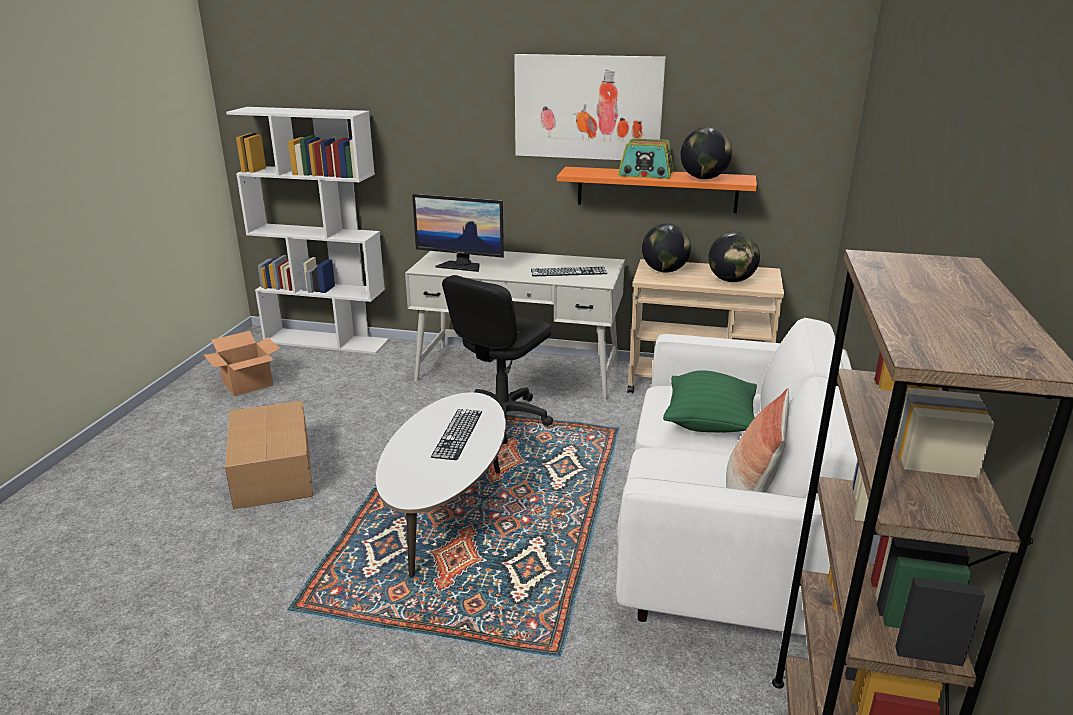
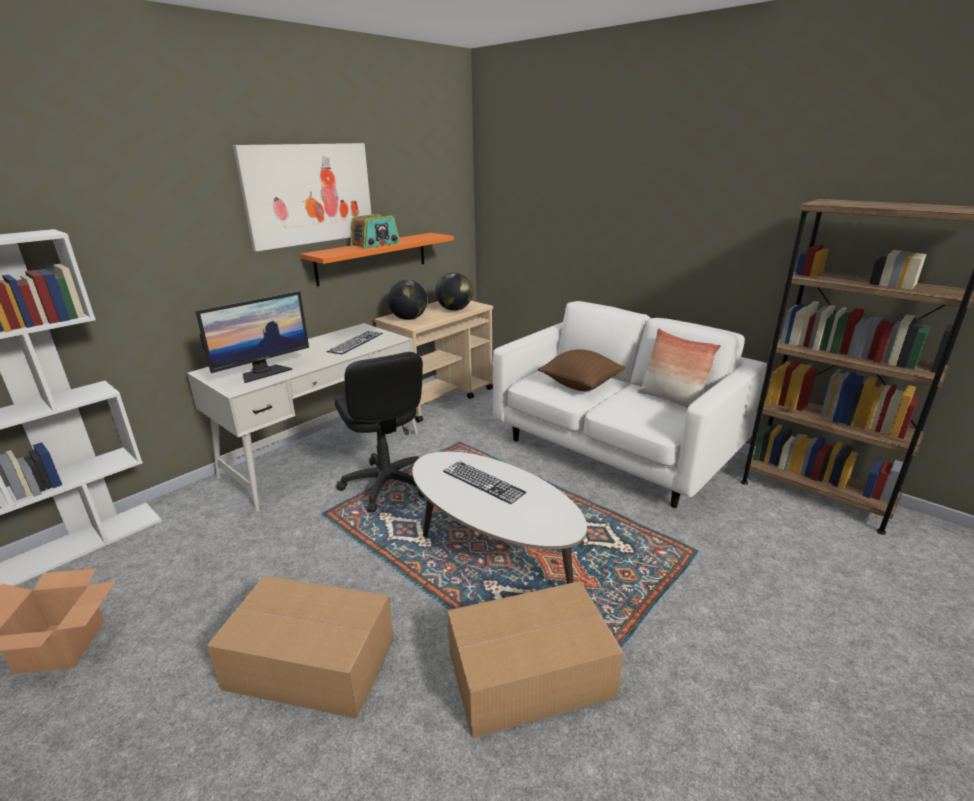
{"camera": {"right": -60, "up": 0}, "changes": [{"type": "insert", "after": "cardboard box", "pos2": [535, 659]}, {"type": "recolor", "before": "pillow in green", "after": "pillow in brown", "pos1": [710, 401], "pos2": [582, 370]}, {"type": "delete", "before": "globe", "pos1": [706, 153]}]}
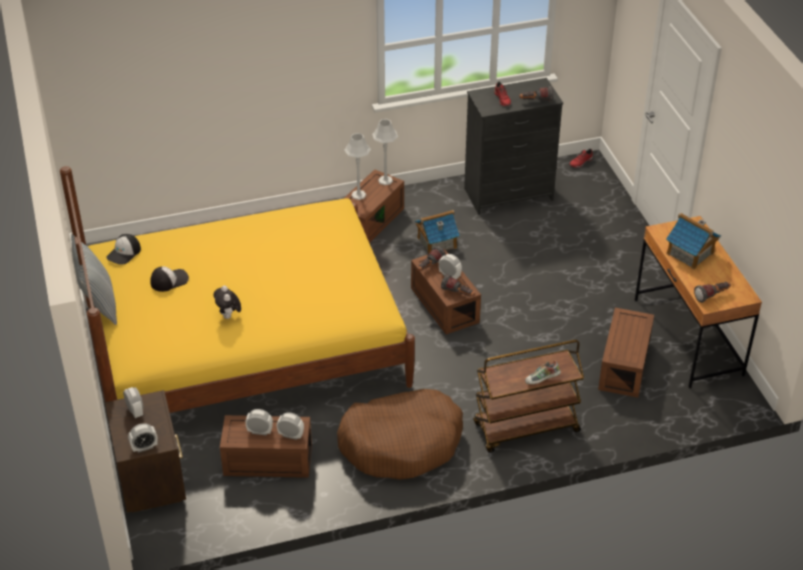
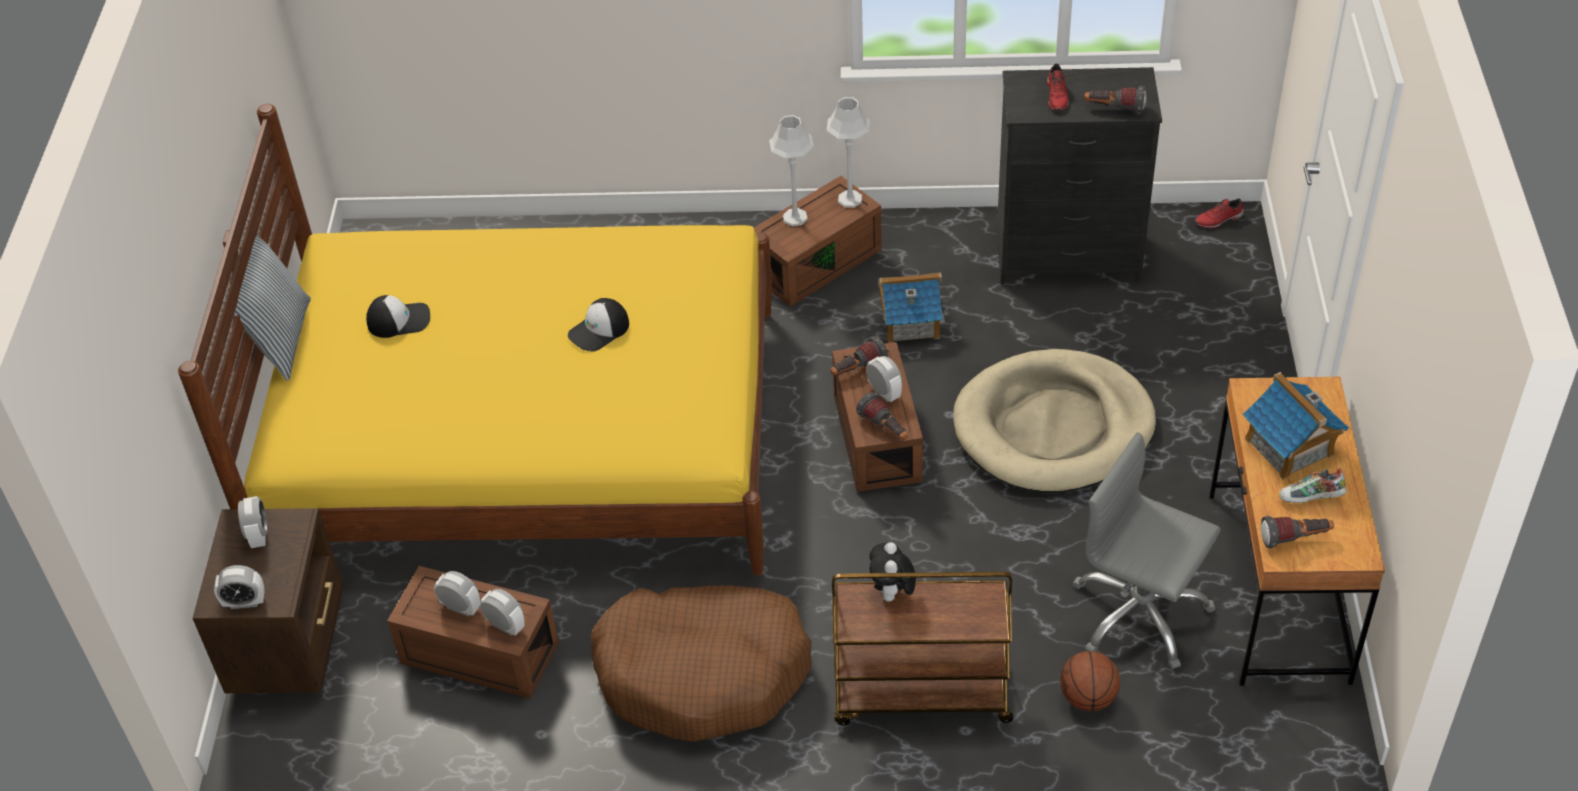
{"camera": {"right": 20, "up": 5}, "changes": [{"type": "move", "before": "cap", "pos1": [123, 249], "pos2": [598, 324]}, {"type": "move", "before": "plush toy", "pos1": [227, 302], "pos2": [892, 572]}, {"type": "insert", "after": "dog bed in beige", "pos2": [1054, 421]}, {"type": "insert", "after": "basketball", "pos2": [1090, 681]}, {"type": "replace", "before": "storage box in brown", "after": "office chair in grey", "pos1": [626, 353], "pos2": [1146, 550]}, {"type": "move", "before": "shoe", "pos1": [543, 372], "pos2": [1313, 485]}]}
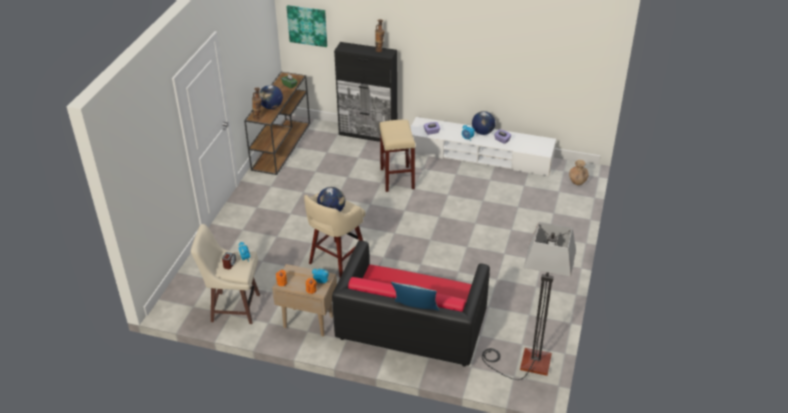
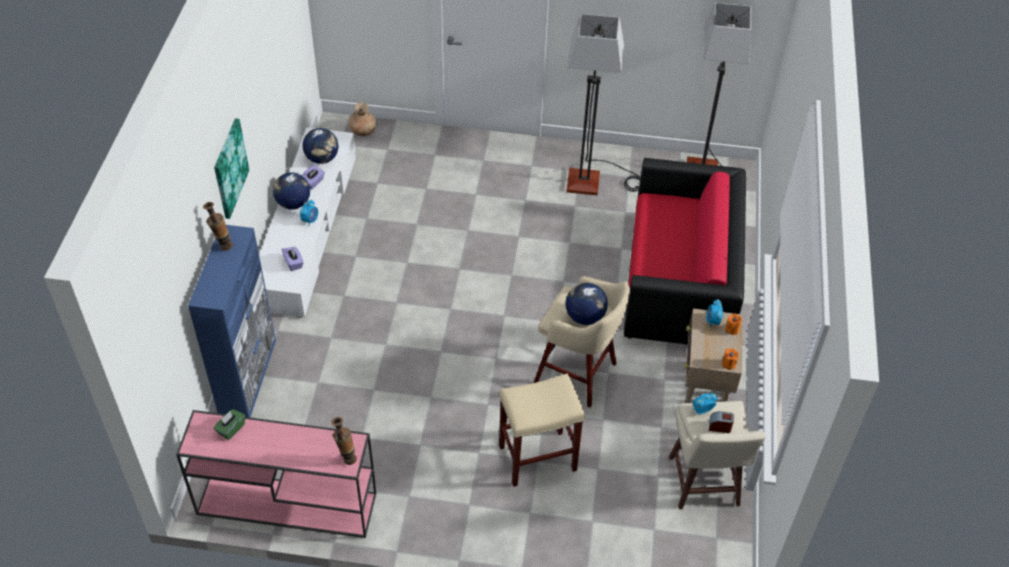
{"camera": {"right": -100, "up": 10}, "changes": [{"type": "recolor", "before": "console table in brown", "after": "console table in pink", "pos1": [277, 123], "pos2": [276, 474]}, {"type": "recolor", "before": "cabinet in black", "after": "cabinet in blue", "pos1": [365, 92], "pos2": [232, 321]}, {"type": "move", "before": "picture", "pos1": [307, 26], "pos2": [231, 169]}, {"type": "move", "before": "globe", "pos1": [271, 97], "pos2": [320, 146]}, {"type": "move", "before": "stool in beige", "pos1": [397, 156], "pos2": [542, 430]}, {"type": "insert", "after": "floor lamp", "pos2": [603, 104]}, {"type": "delete", "before": "pillow", "pos1": [415, 296]}]}
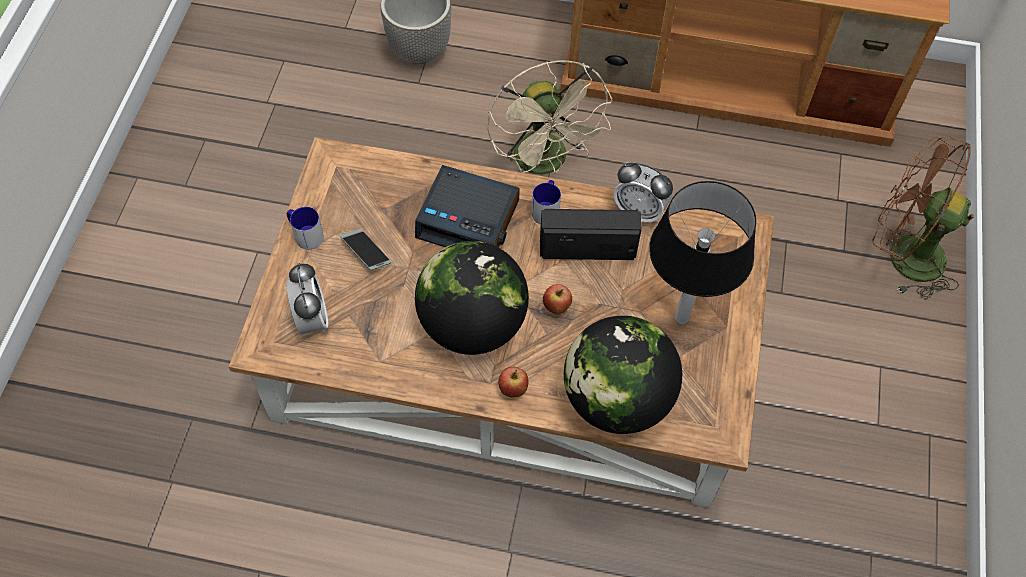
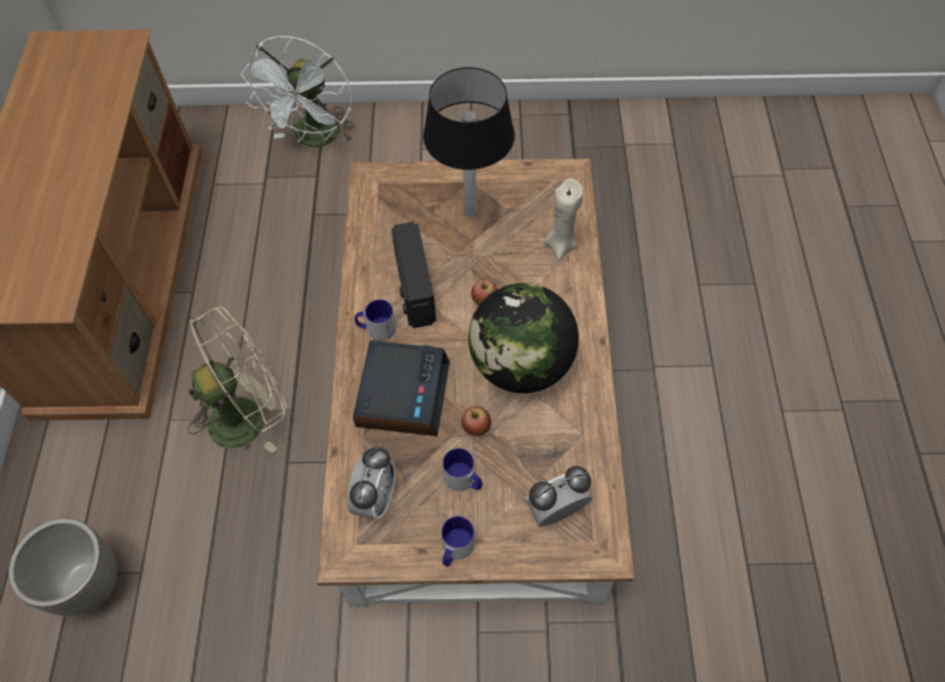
{"camera": {"right": -100, "up": 0}, "changes": [{"type": "recolor", "before": "fan in brown", "after": "fan in white", "pos1": [923, 218], "pos2": [298, 91]}, {"type": "move", "before": "alarm clock", "pos1": [643, 194], "pos2": [371, 483]}, {"type": "replace", "before": "phone", "after": "mug", "pos1": [365, 249], "pos2": [462, 469]}, {"type": "move", "before": "apple", "pos1": [513, 382], "pos2": [476, 421]}, {"type": "replace", "before": "globe", "after": "candle in beige", "pos1": [623, 375], "pos2": [563, 219]}]}
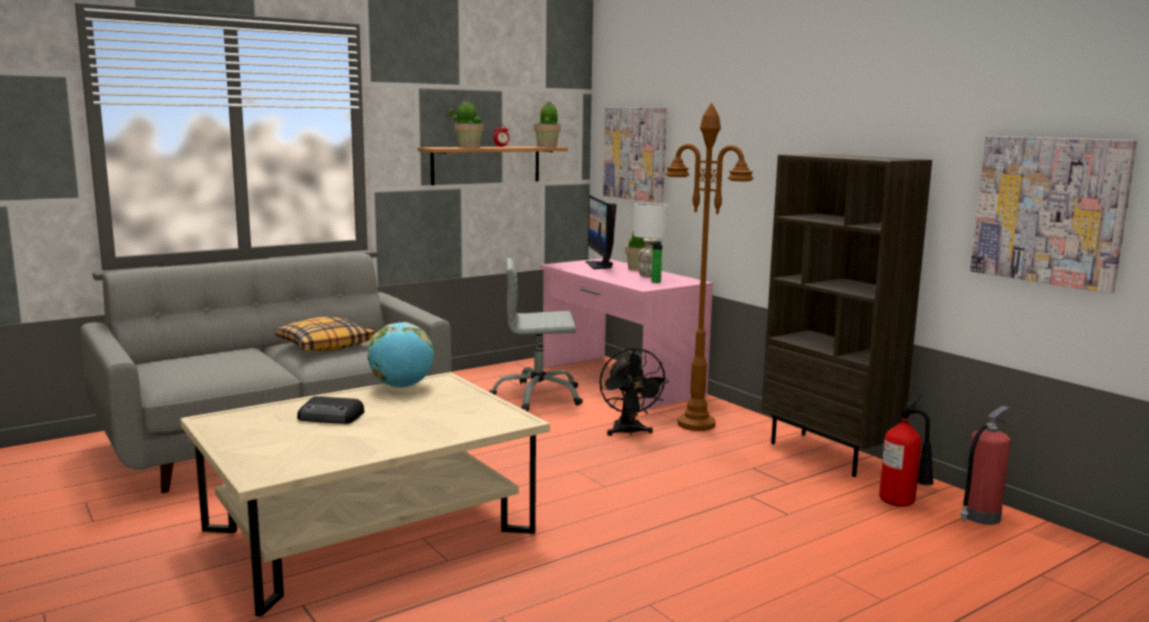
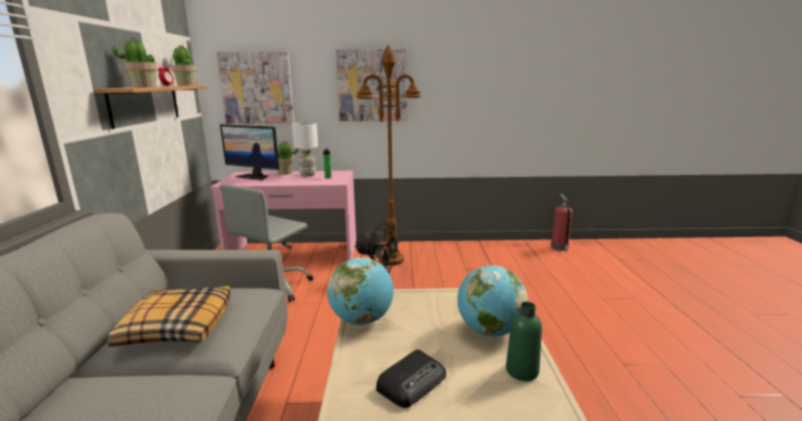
{"camera": {"right": -55, "up": 5}, "changes": [{"type": "move", "before": "picture", "pos1": [1053, 215], "pos2": [371, 85]}, {"type": "insert", "after": "globe", "pos2": [492, 300]}, {"type": "insert", "after": "bottle in green", "pos2": [524, 341]}, {"type": "delete", "before": "bookcase in brown", "pos1": [846, 315]}, {"type": "delete", "before": "fire extinguisher", "pos1": [906, 450]}]}
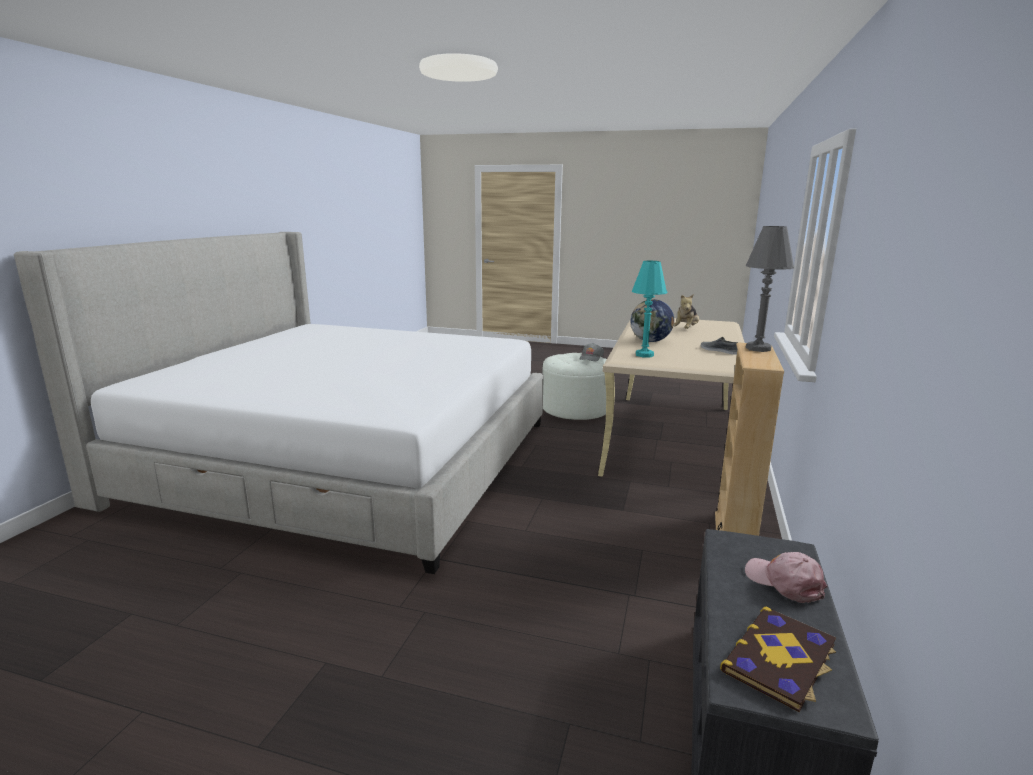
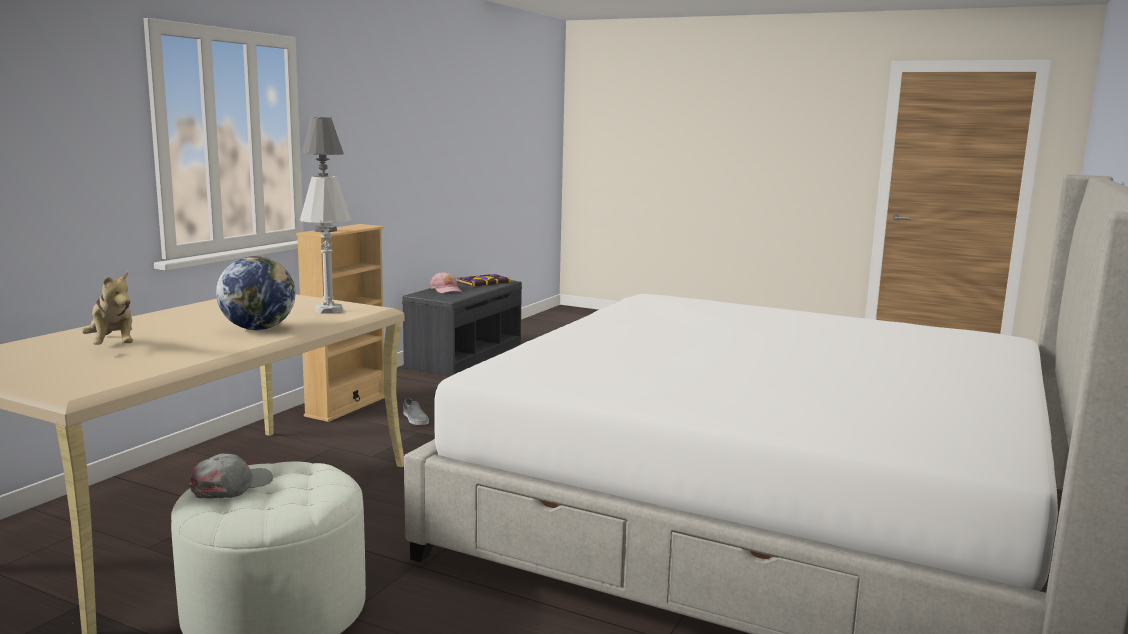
{"camera": {"right": -170, "up": -5}, "changes": [{"type": "rotate", "before": "plush toy", "pos1": [686, 311], "pos2": [107, 308], "turn": 105}, {"type": "recolor", "before": "table lamp in turquoise", "after": "table lamp in white", "pos1": [650, 309], "pos2": [325, 245]}, {"type": "move", "before": "shoe in grey", "pos1": [719, 346], "pos2": [416, 412]}]}
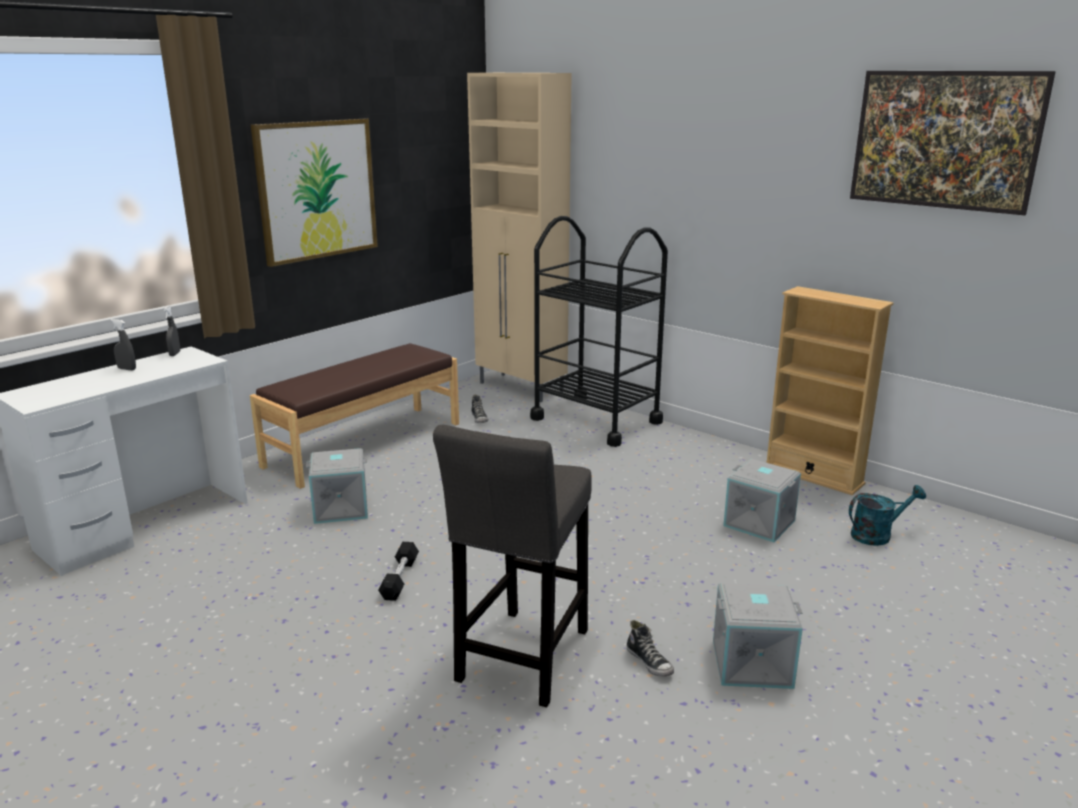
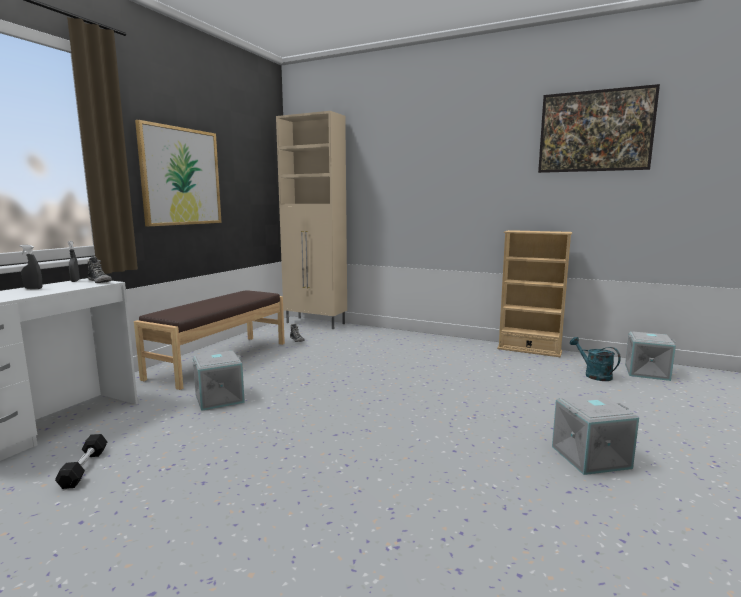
{"camera": {"right": -15, "up": -10}, "changes": [{"type": "move", "before": "dumbbell in black", "pos1": [398, 571], "pos2": [81, 461]}, {"type": "move", "before": "shoe", "pos1": [650, 648], "pos2": [100, 270]}, {"type": "rotate", "before": "watering can in turquoise", "pos1": [887, 515], "pos2": [595, 359], "turn": -90}, {"type": "move", "before": "storage box in grey", "pos1": [762, 500], "pos2": [650, 356]}, {"type": "delete", "before": "stool in grey", "pos1": [512, 566]}, {"type": "delete", "before": "cart in black", "pos1": [599, 331]}]}
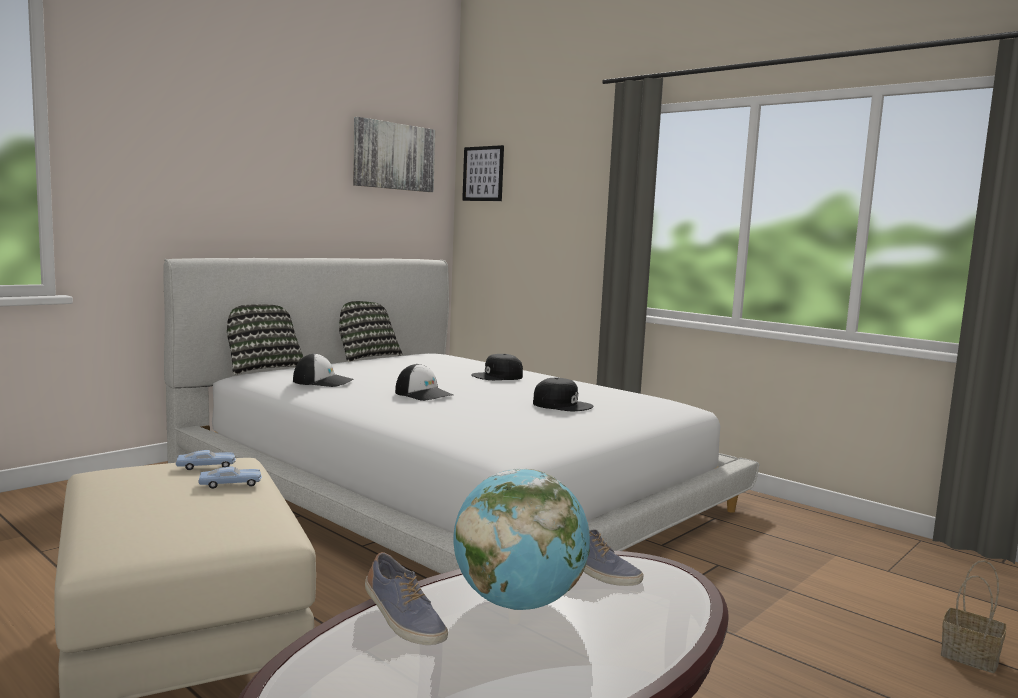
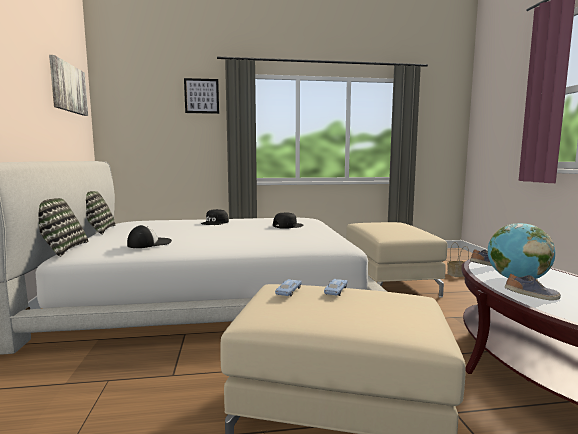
{"camera": {"right": -50, "up": 0}, "changes": [{"type": "move", "before": "picture", "pos1": [483, 173], "pos2": [201, 96]}, {"type": "insert", "after": "ottoman in beige", "pos2": [396, 260]}, {"type": "delete", "before": "cap", "pos1": [424, 382]}]}
